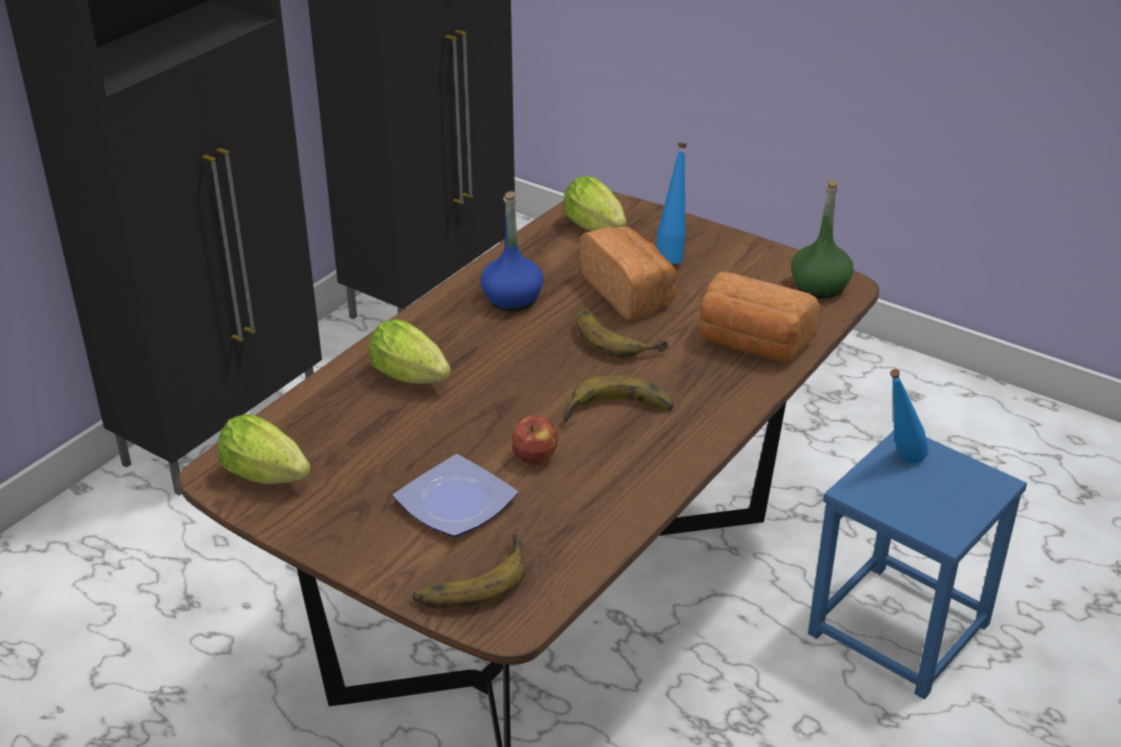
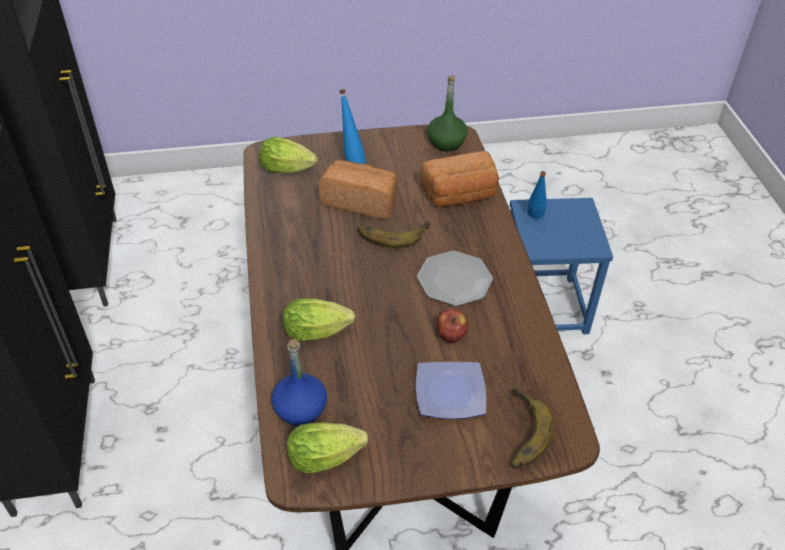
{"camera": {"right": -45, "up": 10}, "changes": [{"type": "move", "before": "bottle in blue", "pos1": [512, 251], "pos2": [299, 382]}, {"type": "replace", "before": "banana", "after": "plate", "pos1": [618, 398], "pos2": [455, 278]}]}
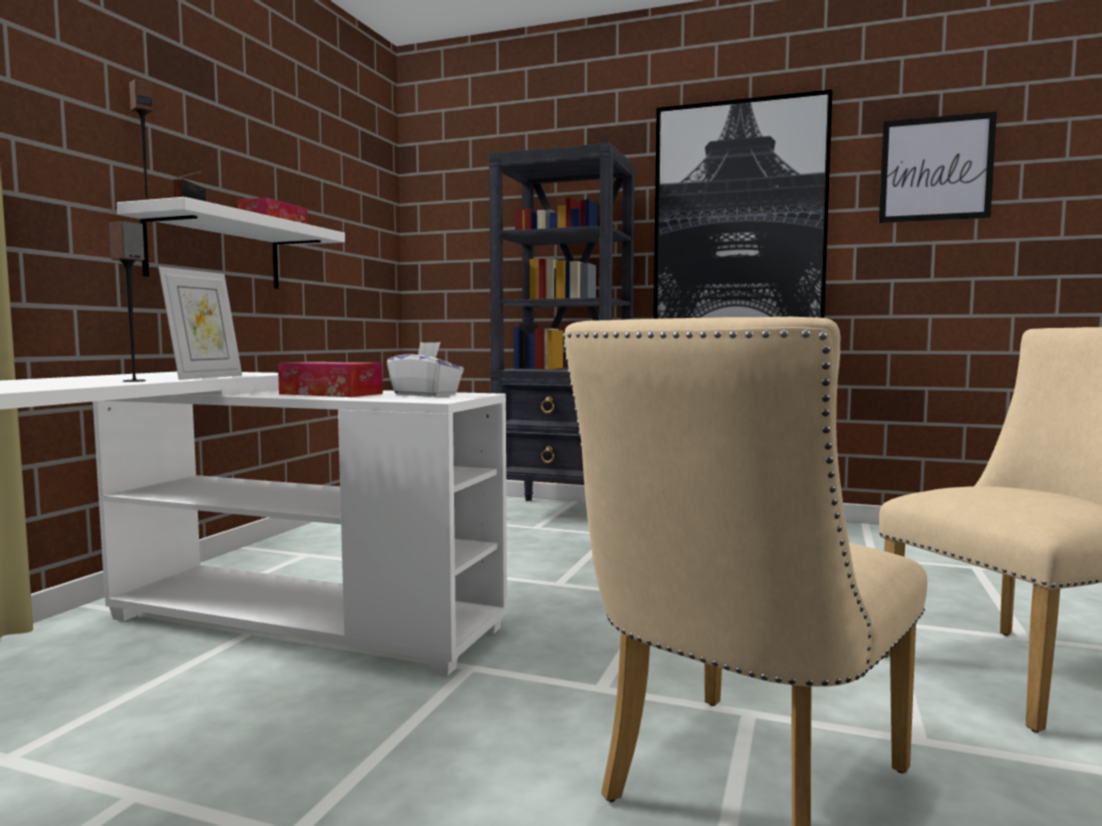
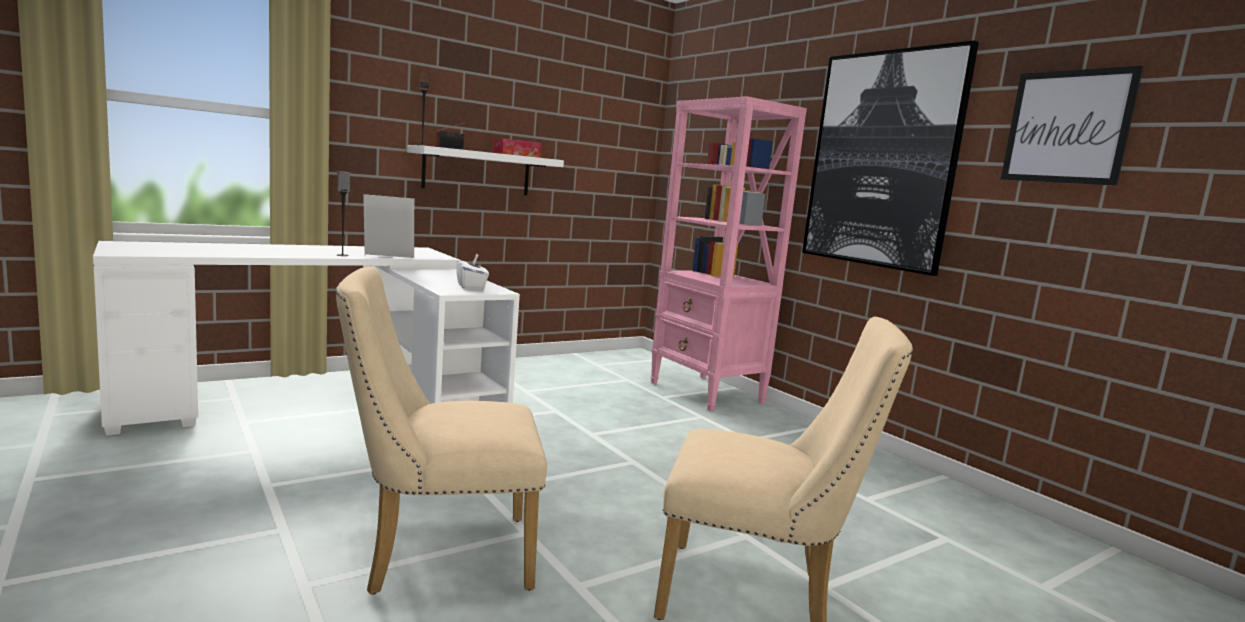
{"camera": {"right": 35, "up": 5}, "changes": [{"type": "rotate", "before": "picture frame", "pos1": [200, 323], "pos2": [388, 226], "turn": -150}, {"type": "recolor", "before": "bookcase in black", "after": "bookcase in pink", "pos1": [562, 321], "pos2": [729, 254]}, {"type": "delete", "before": "tissue box", "pos1": [330, 379]}]}
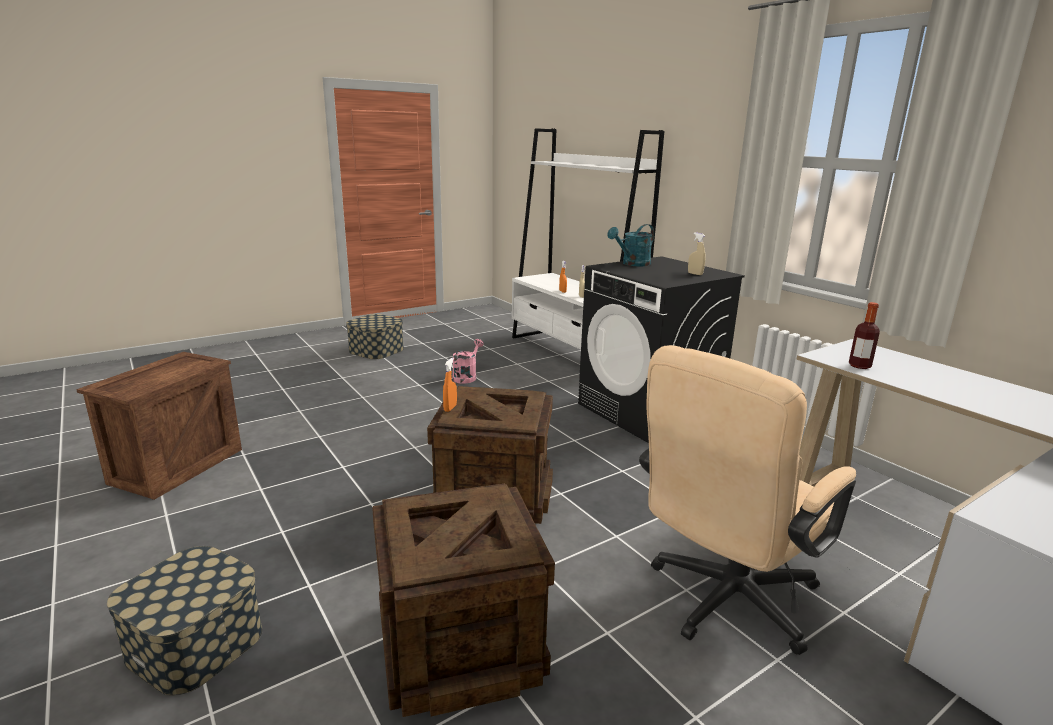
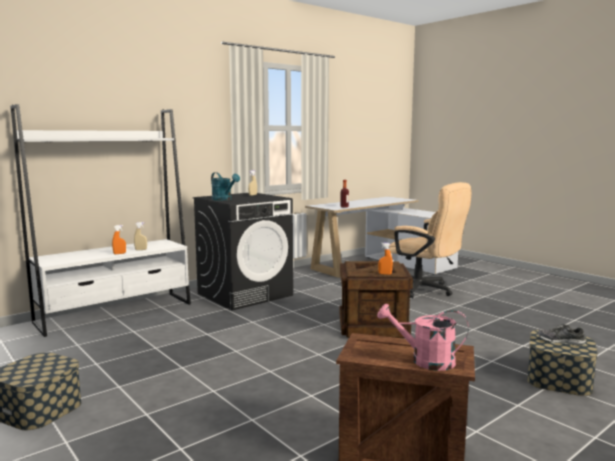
{"camera": {"right": -95, "up": -10}, "changes": [{"type": "move", "before": "watering can in pink", "pos1": [468, 361], "pos2": [423, 337]}, {"type": "insert", "after": "shoe", "pos2": [561, 335]}, {"type": "delete", "before": "crate", "pos1": [463, 600]}]}
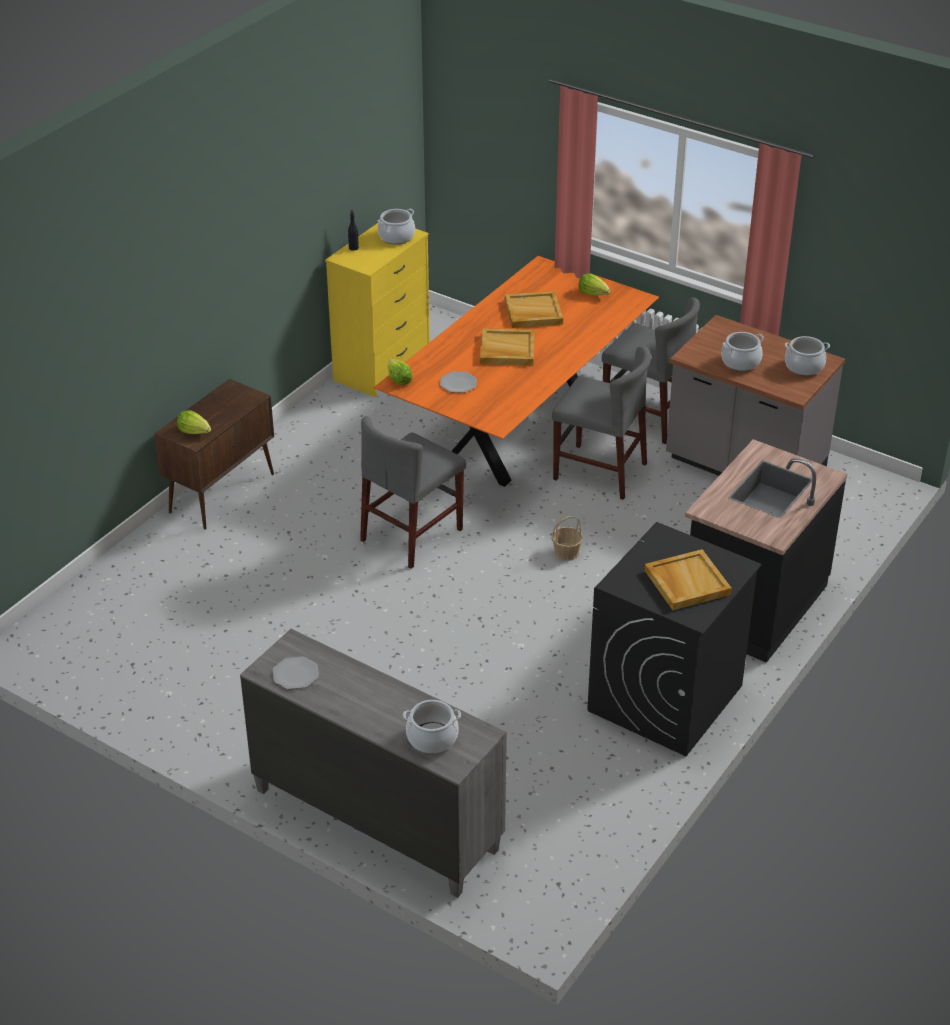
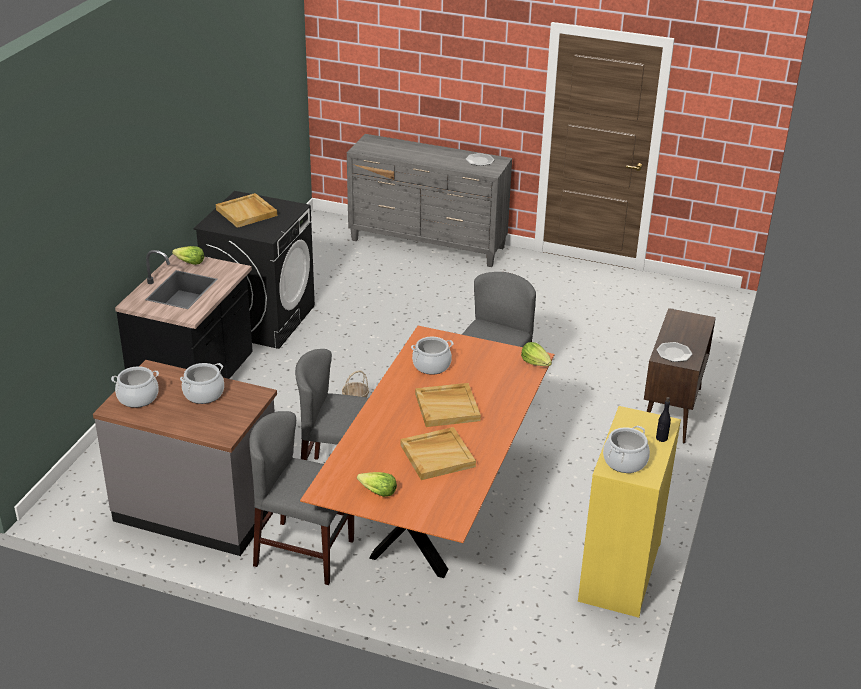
{"camera": {"right": 165, "up": -5}, "changes": [{"type": "move", "before": "lettuce", "pos1": [194, 422], "pos2": [188, 255]}, {"type": "move", "before": "cooking pot", "pos1": [432, 727], "pos2": [432, 356]}, {"type": "move", "before": "plate", "pos1": [458, 382], "pos2": [674, 352]}]}
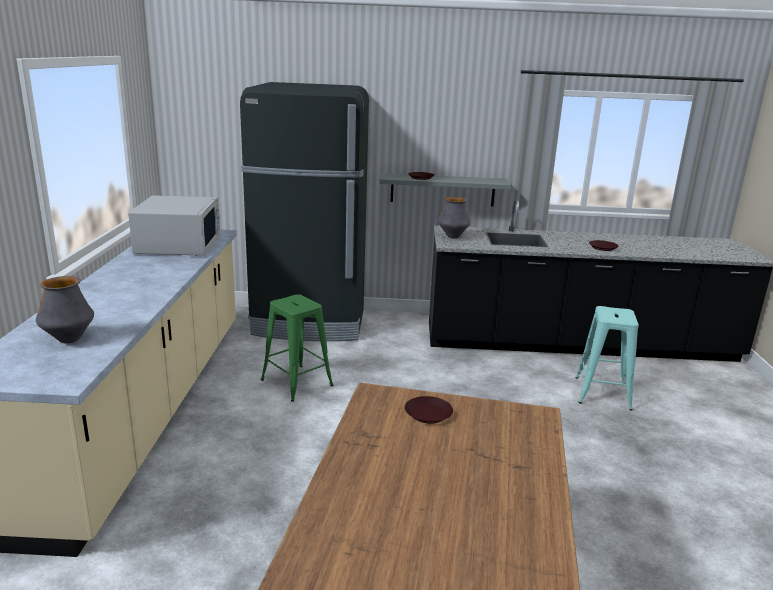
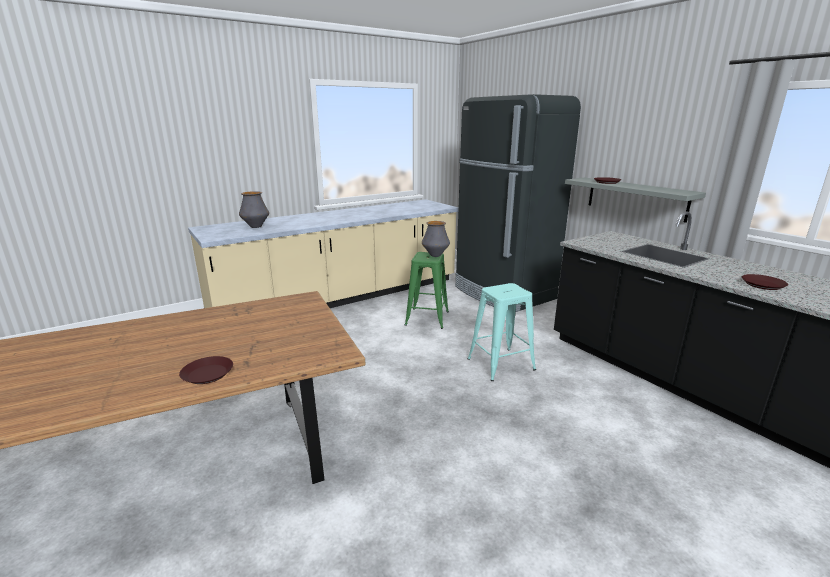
{"camera": {"right": 55, "up": 0}, "changes": [{"type": "move", "before": "plate in brown", "pos1": [429, 410], "pos2": [206, 370]}, {"type": "move", "before": "vase", "pos1": [454, 217], "pos2": [436, 239]}, {"type": "move", "before": "stool in turquoise", "pos1": [607, 358], "pos2": [501, 332]}, {"type": "delete", "before": "microwave in white", "pos1": [174, 225]}]}
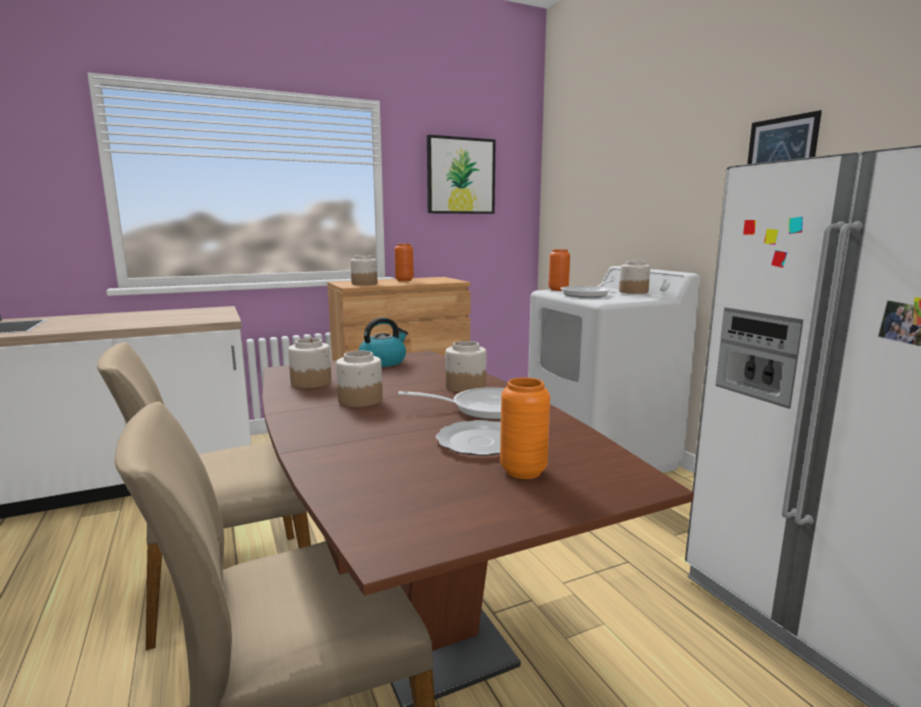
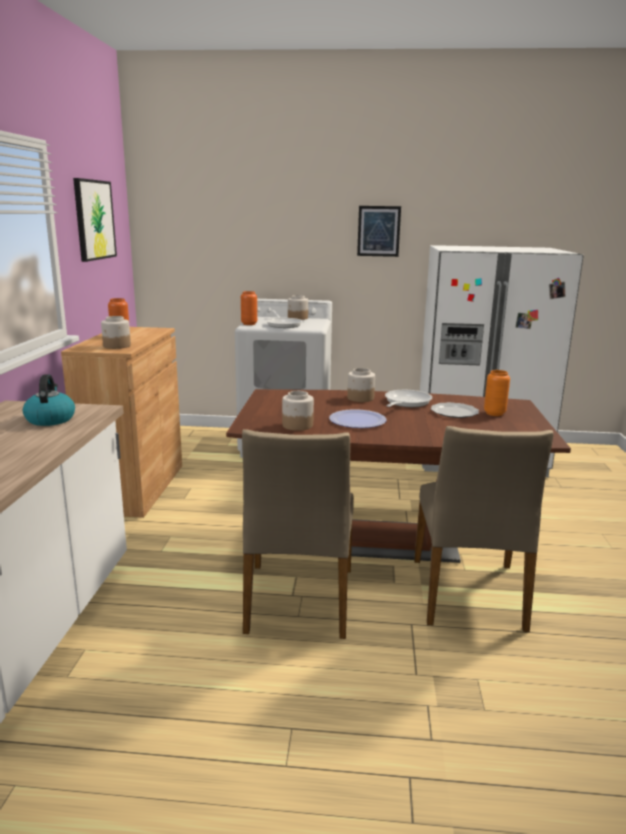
{"camera": {"right": -60, "up": 5}, "changes": [{"type": "move", "before": "kettle", "pos1": [383, 342], "pos2": [49, 400]}, {"type": "replace", "before": "jar", "after": "plate", "pos1": [359, 379], "pos2": [357, 418]}]}
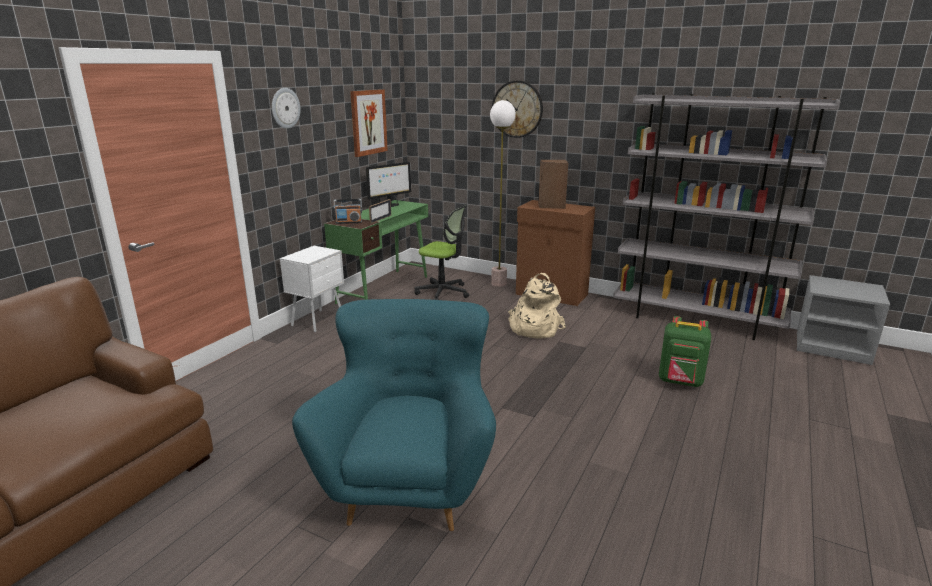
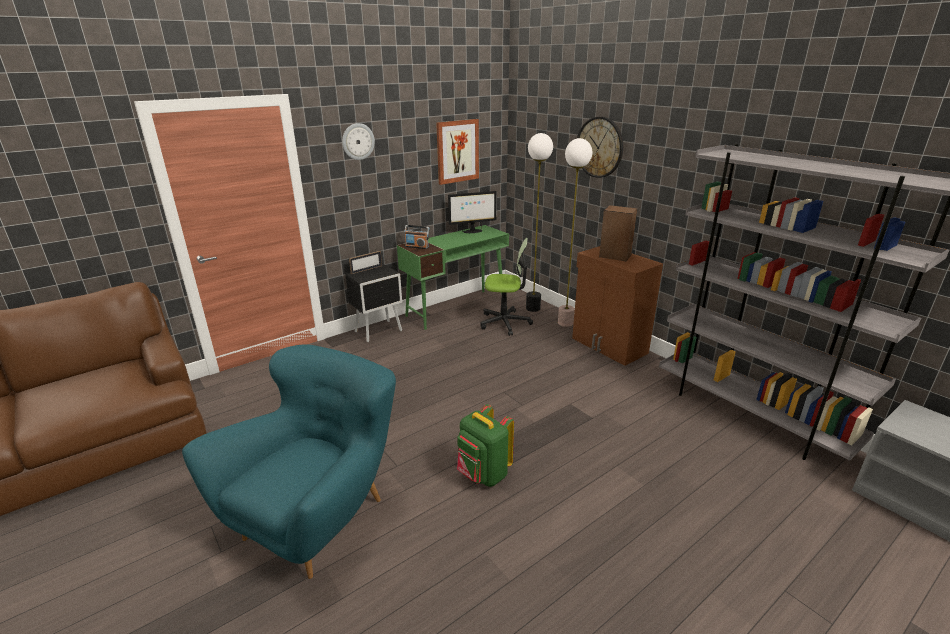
{"camera": {"right": 25, "up": 5}, "changes": [{"type": "recolor", "before": "nightstand in white", "after": "nightstand in black", "pos1": [312, 289], "pos2": [373, 303]}, {"type": "move", "before": "picture frame", "pos1": [380, 211], "pos2": [365, 262]}, {"type": "move", "before": "backpack in green", "pos1": [685, 351], "pos2": [485, 445]}, {"type": "rotate", "before": "office chair", "pos1": [441, 253], "pos2": [506, 287], "turn": -45}, {"type": "insert", "after": "floor lamp", "pos2": [539, 222]}, {"type": "delete", "before": "backpack in beige", "pos1": [537, 306]}]}
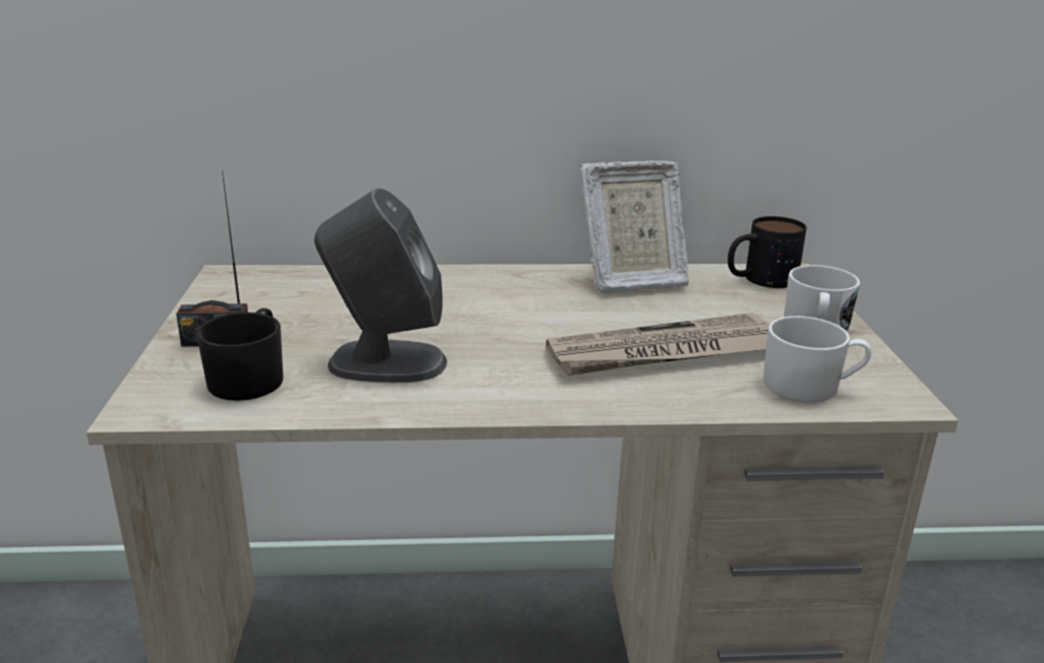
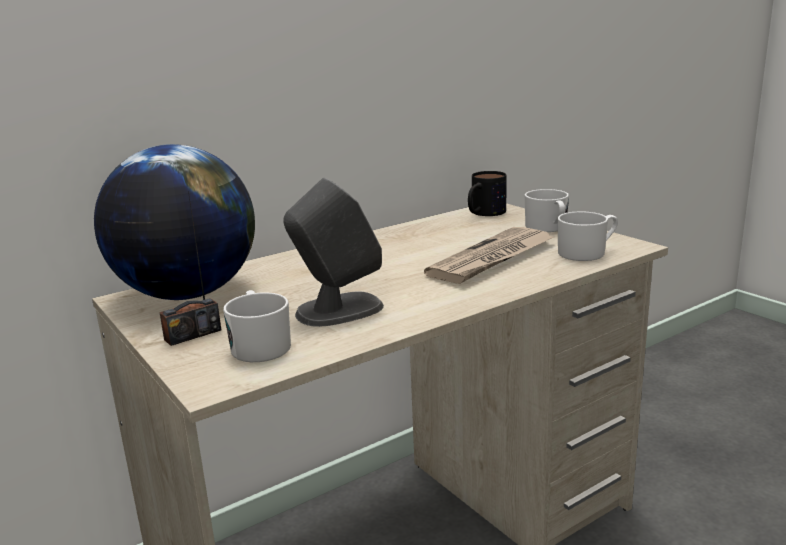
{"camera": {"right": -30, "up": -5}, "changes": [{"type": "insert", "after": "globe", "pos2": [174, 222]}, {"type": "recolor", "before": "mug in black", "after": "mug in white", "pos1": [239, 354], "pos2": [257, 326]}, {"type": "delete", "before": "picture frame", "pos1": [634, 227]}]}
